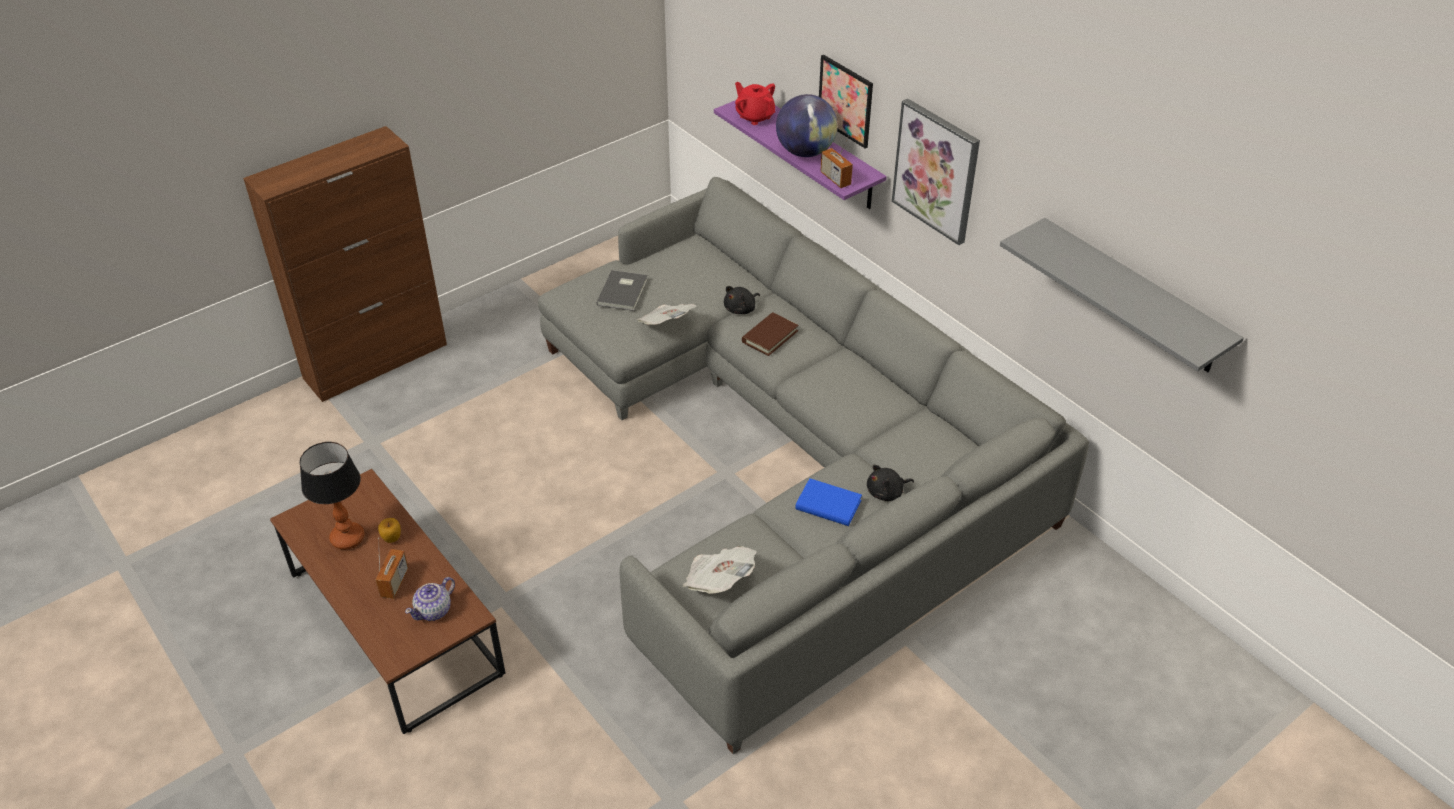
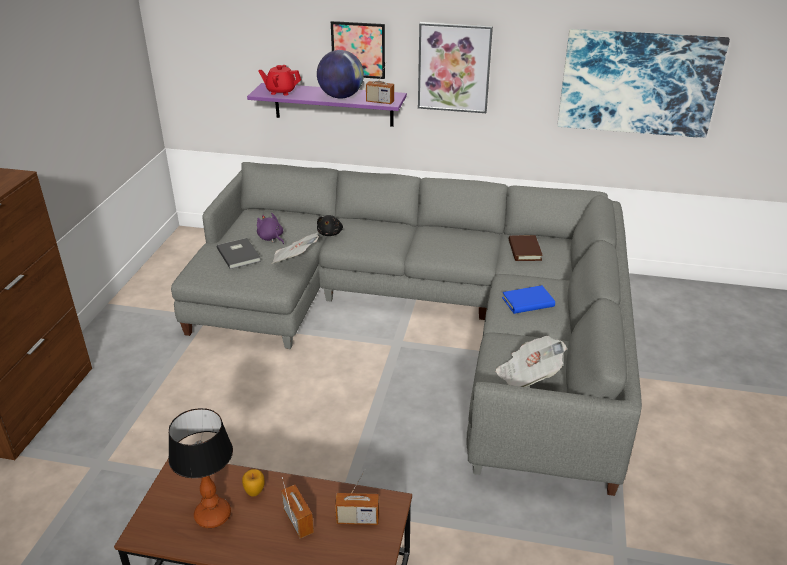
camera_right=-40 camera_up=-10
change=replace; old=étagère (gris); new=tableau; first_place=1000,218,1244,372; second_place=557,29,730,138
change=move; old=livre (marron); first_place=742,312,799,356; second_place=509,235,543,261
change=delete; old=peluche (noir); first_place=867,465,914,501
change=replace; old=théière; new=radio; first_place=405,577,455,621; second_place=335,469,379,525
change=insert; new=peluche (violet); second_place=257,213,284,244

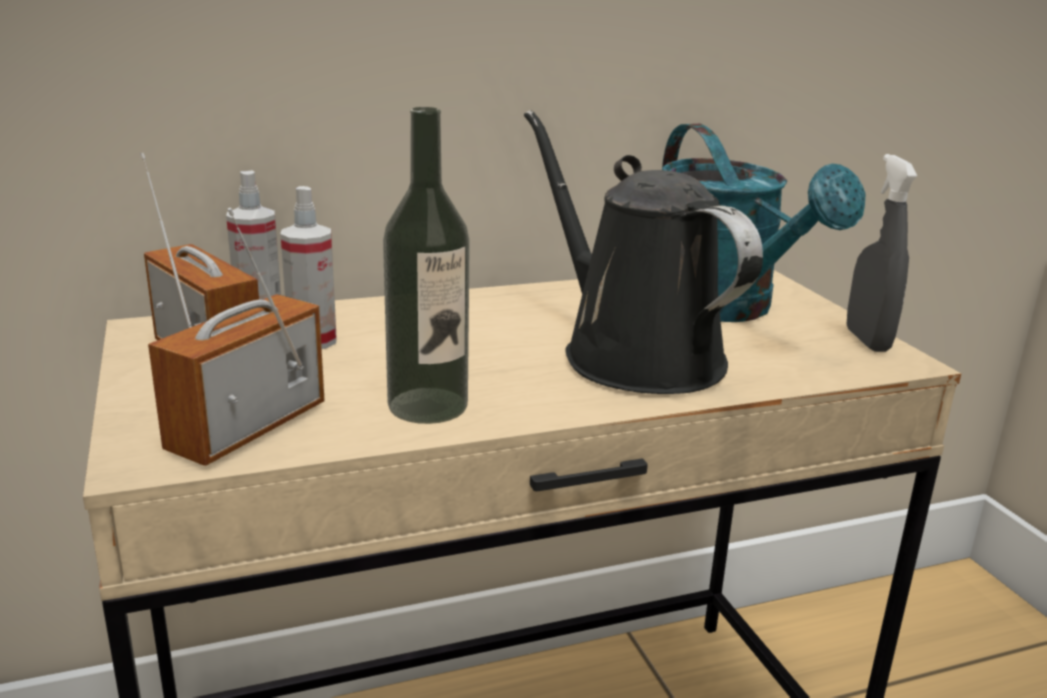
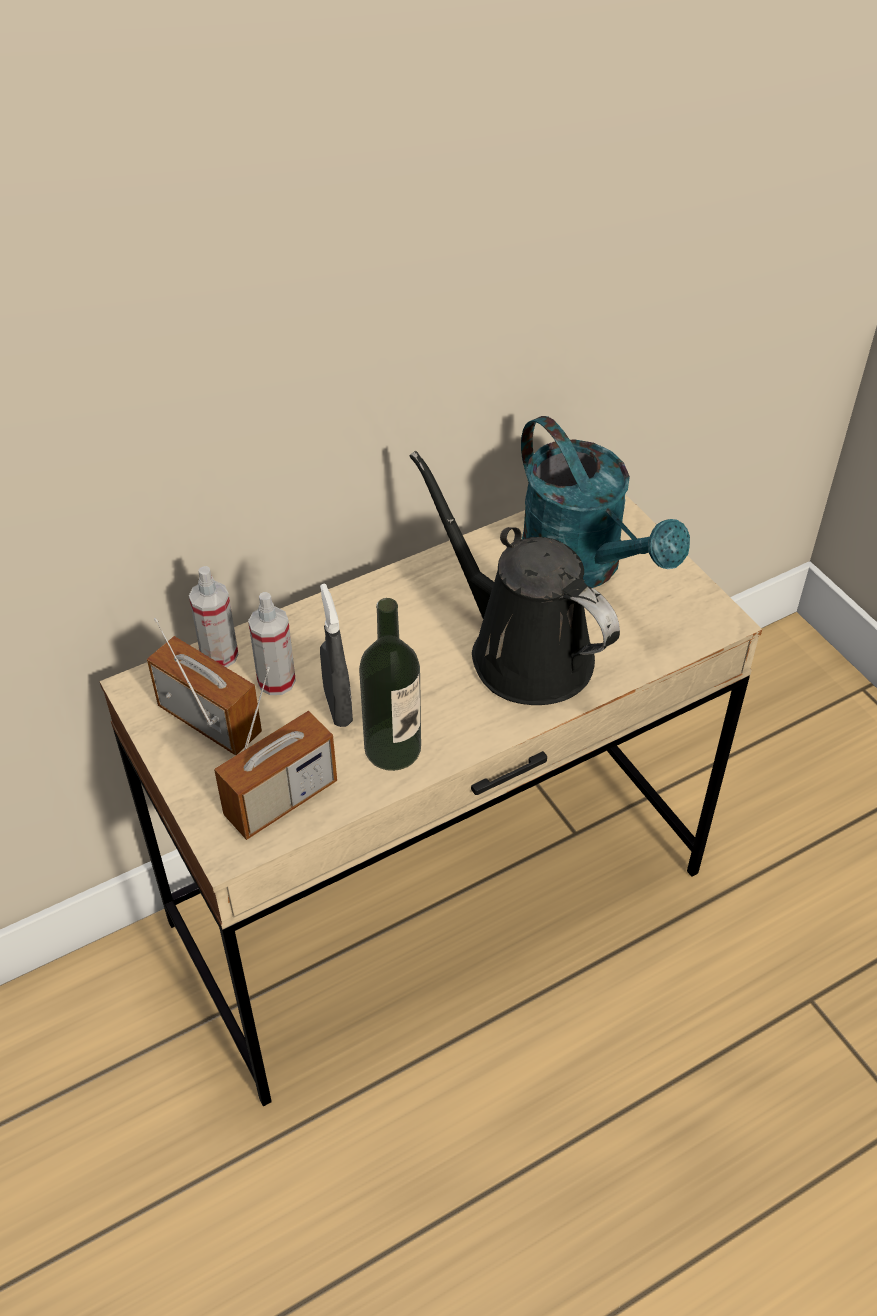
camera_right=-10 camera_up=25
change=move; old=vaporisateur (gris); first_place=847,154,917,352; second_place=320,584,353,727
change=rotate; old=radio; first_place=148,208,324,466; second_place=214,667,337,840; degrees=-150

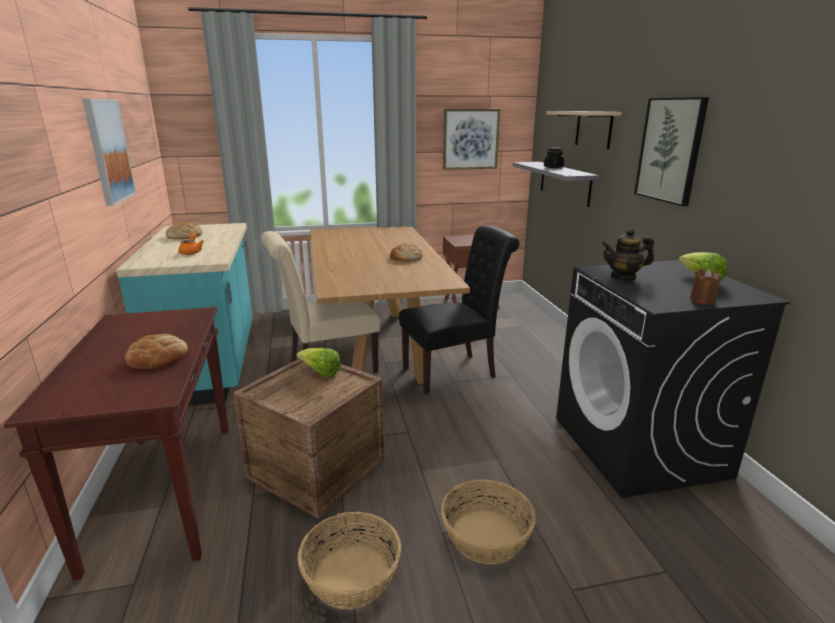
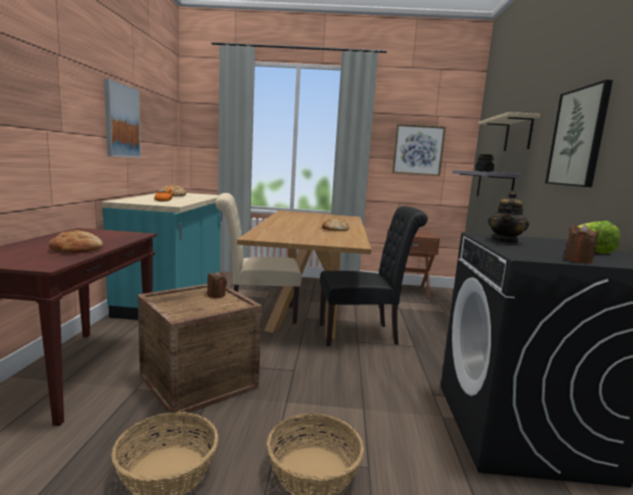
camera_right=15 camera_up=-10
change=rotate; old=théière; first_place=602,228,654,281; second_place=488,191,529,244; degrees=-75
change=replace; old=laitue; new=bougie (marron); first_place=297,348,341,378; second_place=207,271,227,298

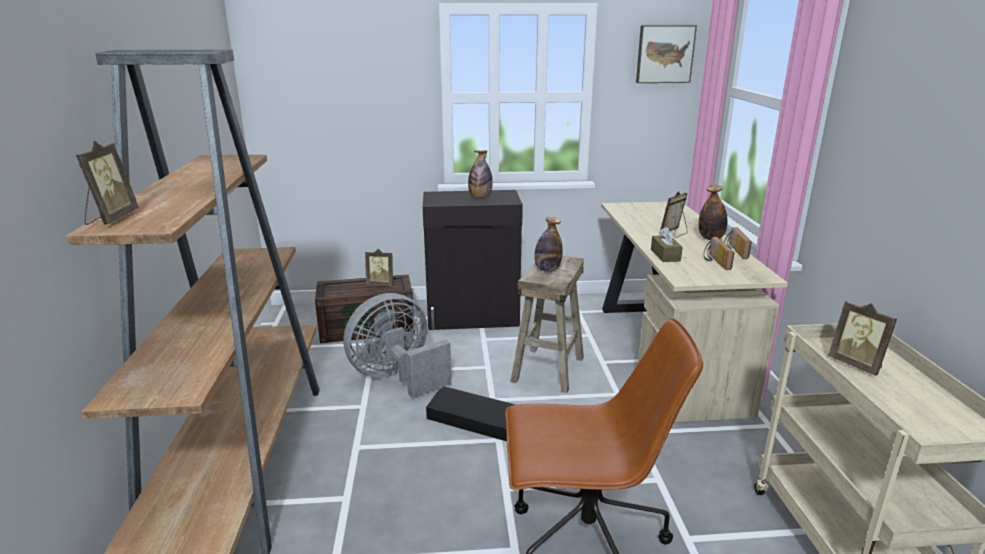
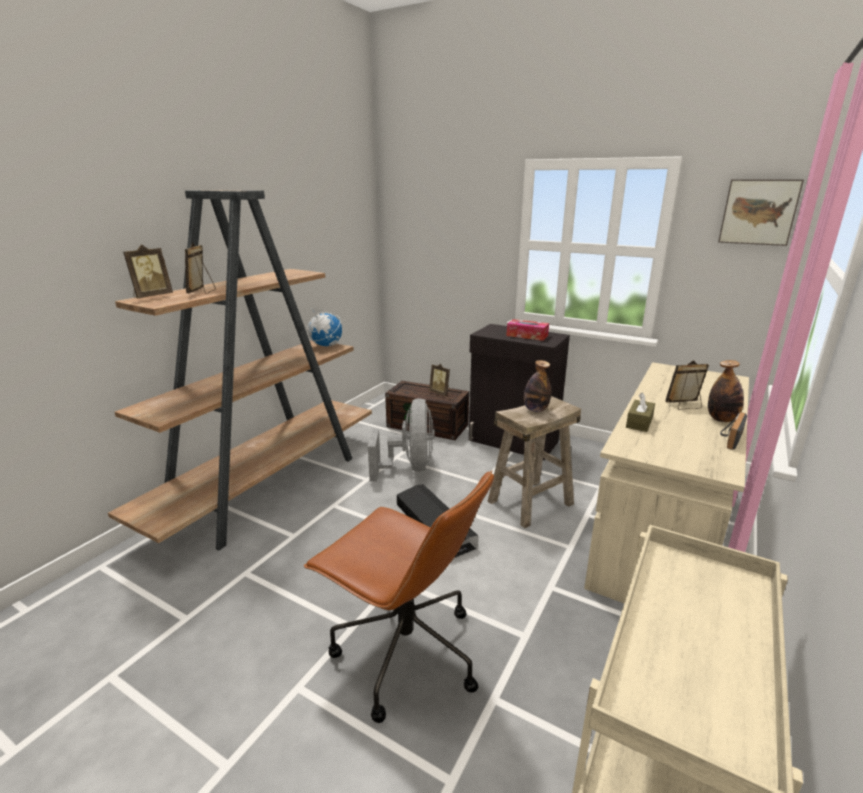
camera_right=35 camera_up=0
change=replace; old=bouteille; new=boîte à mouchoirs; first_place=468,150,493,198; second_place=506,319,549,341
change=delete; old=radio; first_place=704,237,735,270
change=rotate; old=ventilateur (gris); first_place=343,293,452,398; second_place=368,398,434,481; degrees=90
change=move; old=cadre photo; first_place=828,301,897,376; second_place=185,242,216,294
change=insert; new=globe; second_place=307,305,342,346

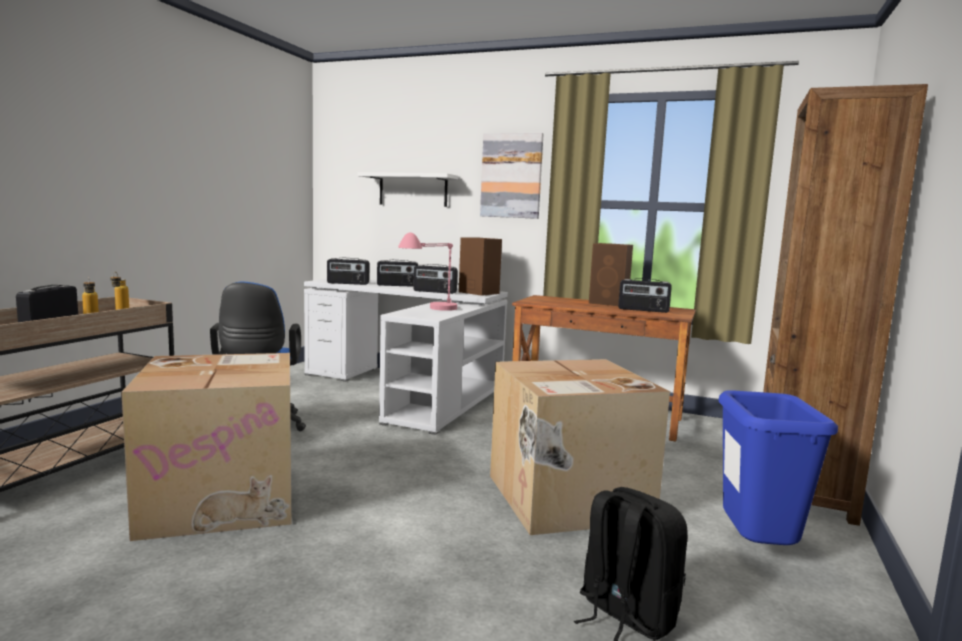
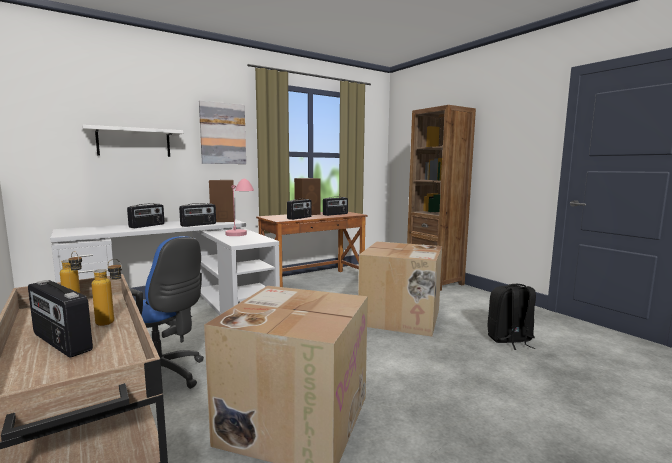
camera_right=-55 camera_up=0
change=move; old=radio; first_place=327,258,369,285; second_place=287,199,312,220
change=delete; old=poubelle (bleu); first_place=718,390,838,545

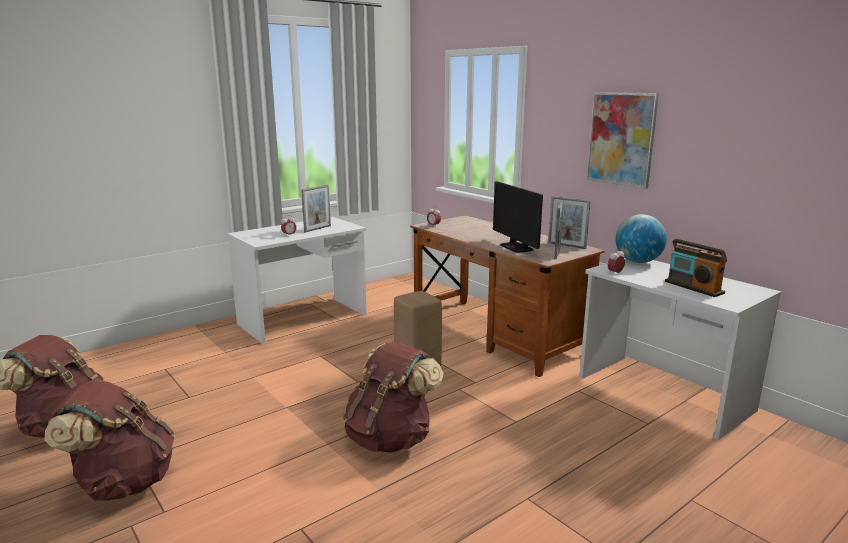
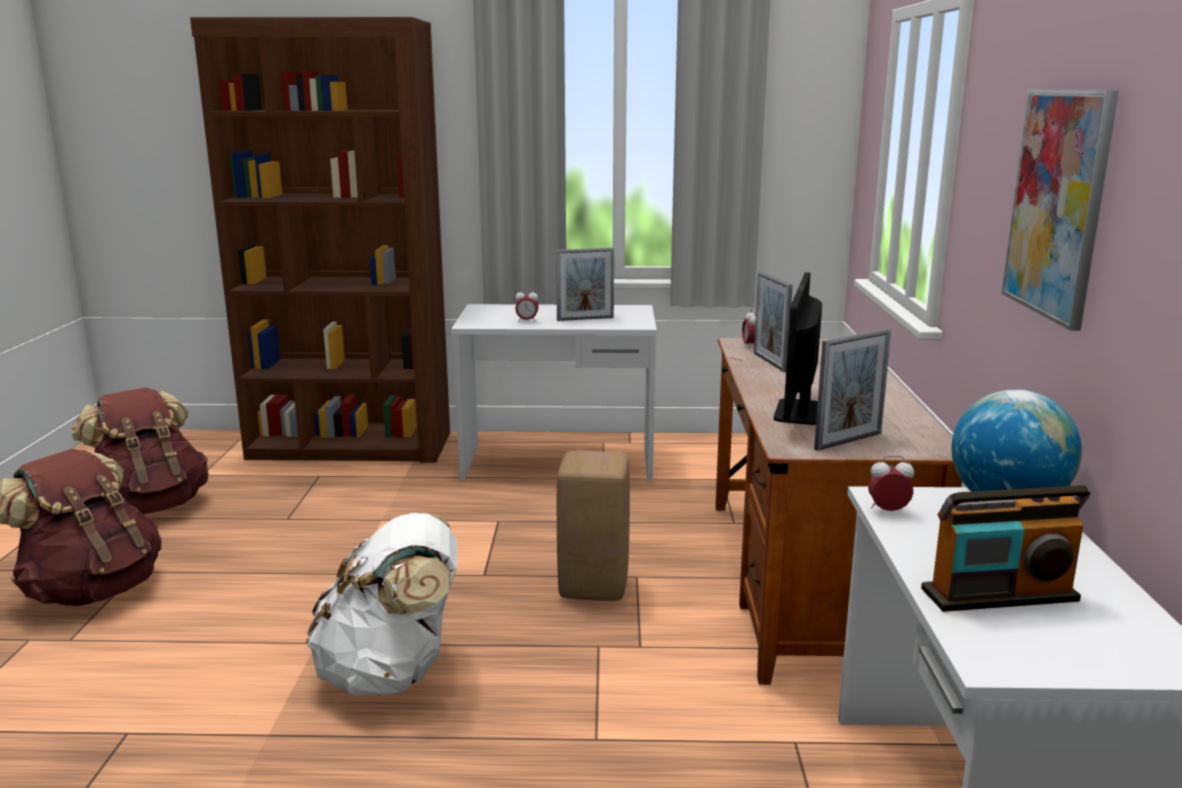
camera_right=40 camera_up=0
change=move; old=cadre photo; first_place=548,196,591,249; second_place=754,271,793,372
change=rotate; old=radio; first_place=665,239,727,297; second_place=921,485,1091,612; degrees=-105
change=recolor; old=sac à dos (marron); new=sac à dos (blanc); first_place=343,341,443,452; second_place=306,513,458,695
change=insert; new=bibliothèque (marron); second_place=190,17,450,463

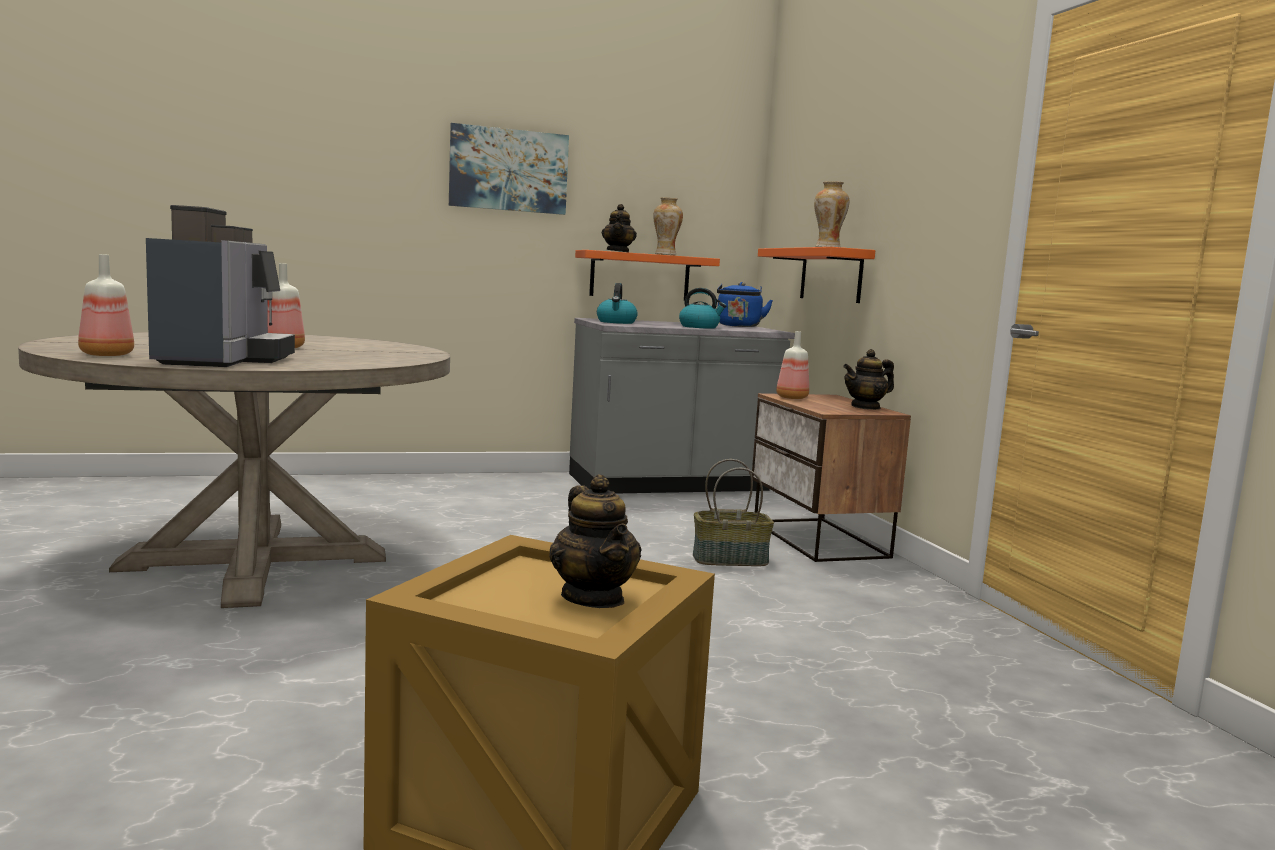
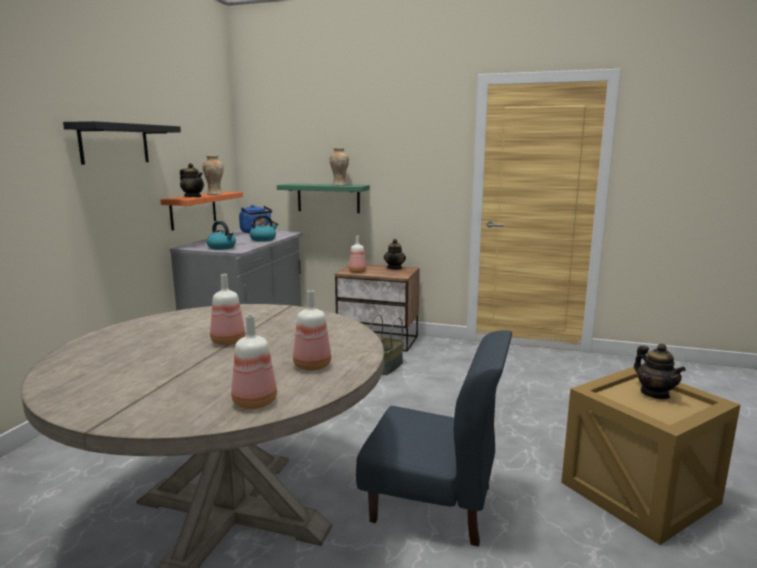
camera_right=-55 camera_up=5
change=replace; old=tableau; new=étagère (noir); first_place=449,123,569,215; second_place=63,121,181,165
change=replace; old=machine à café; new=bouteille; first_place=146,205,295,367; second_place=293,290,331,371
change=recolor; old=étagère (orange); new=étagère (vert); first_place=758,247,875,303; second_place=277,183,370,213
change=rotate; old=théière; first_place=549,474,641,608; second_place=634,343,686,399; degrees=60
change=insert; new=chaise (bleu); second_place=356,330,512,547

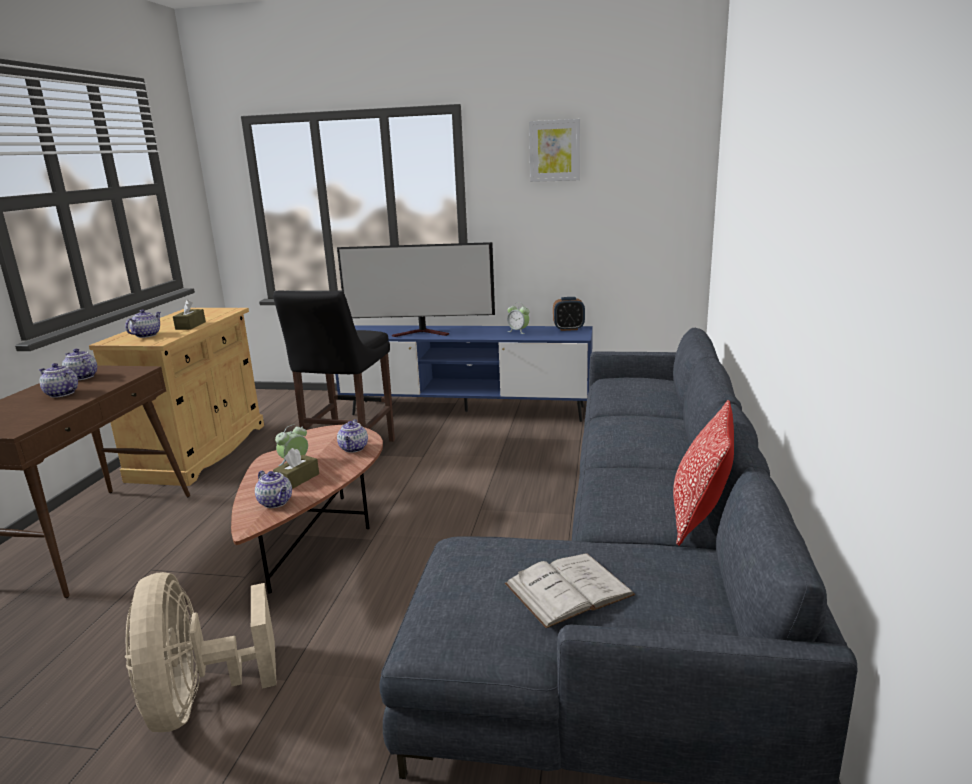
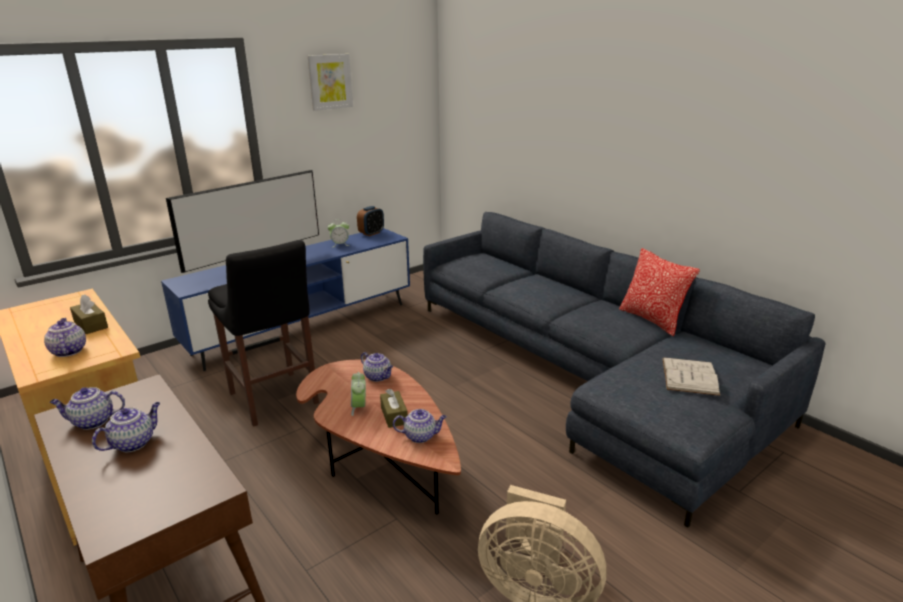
camera_right=-50 camera_up=5
change=rotate; old=théière; first_place=39,363,78,398; second_place=92,402,160,452; degrees=150

